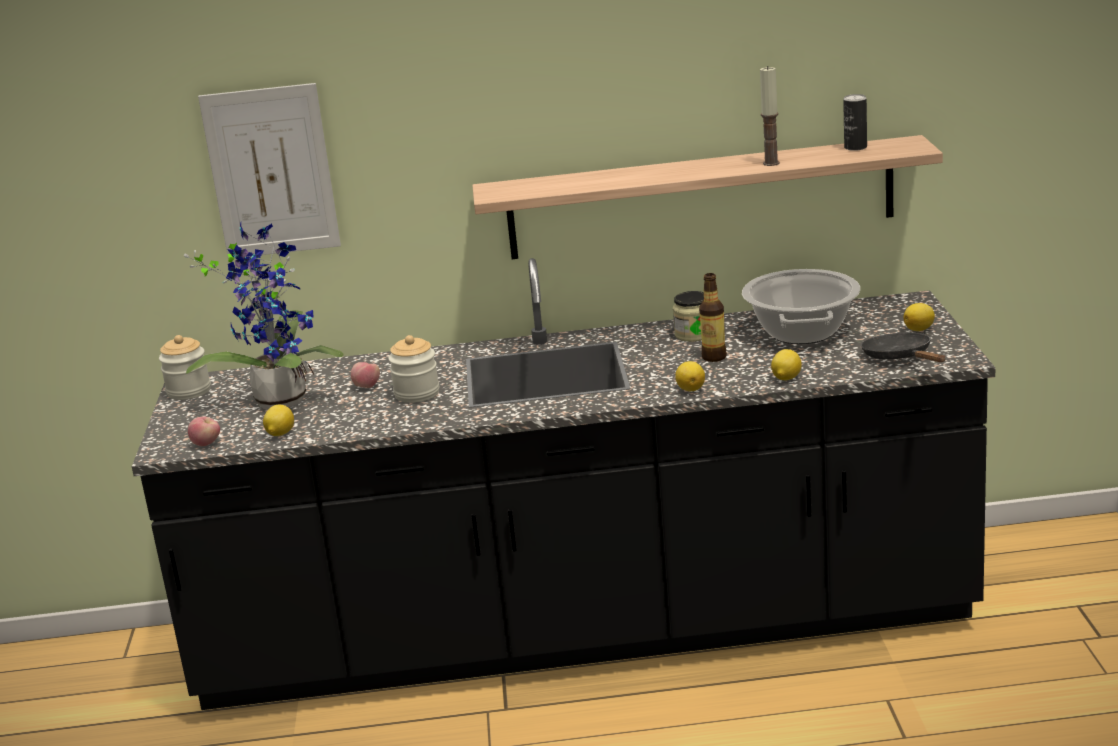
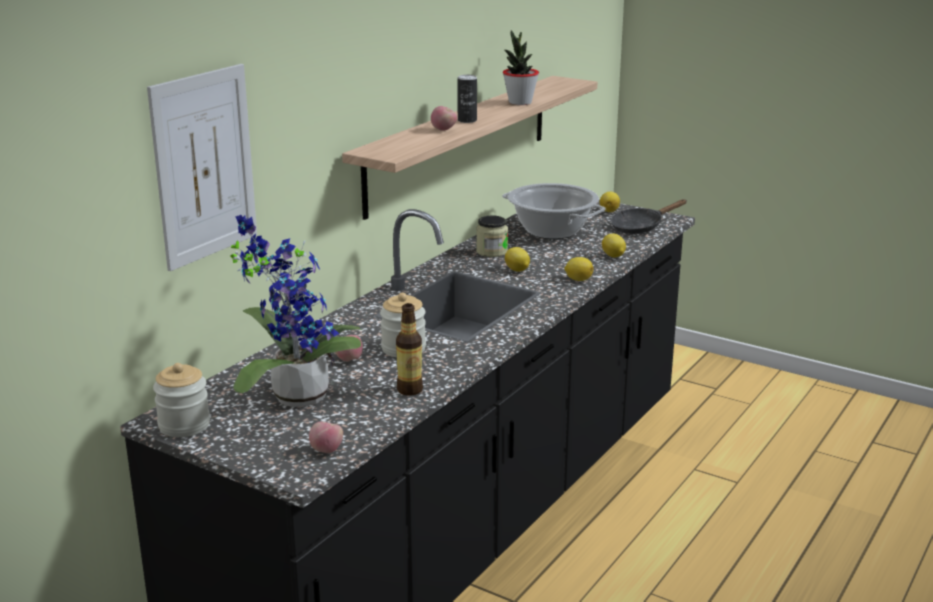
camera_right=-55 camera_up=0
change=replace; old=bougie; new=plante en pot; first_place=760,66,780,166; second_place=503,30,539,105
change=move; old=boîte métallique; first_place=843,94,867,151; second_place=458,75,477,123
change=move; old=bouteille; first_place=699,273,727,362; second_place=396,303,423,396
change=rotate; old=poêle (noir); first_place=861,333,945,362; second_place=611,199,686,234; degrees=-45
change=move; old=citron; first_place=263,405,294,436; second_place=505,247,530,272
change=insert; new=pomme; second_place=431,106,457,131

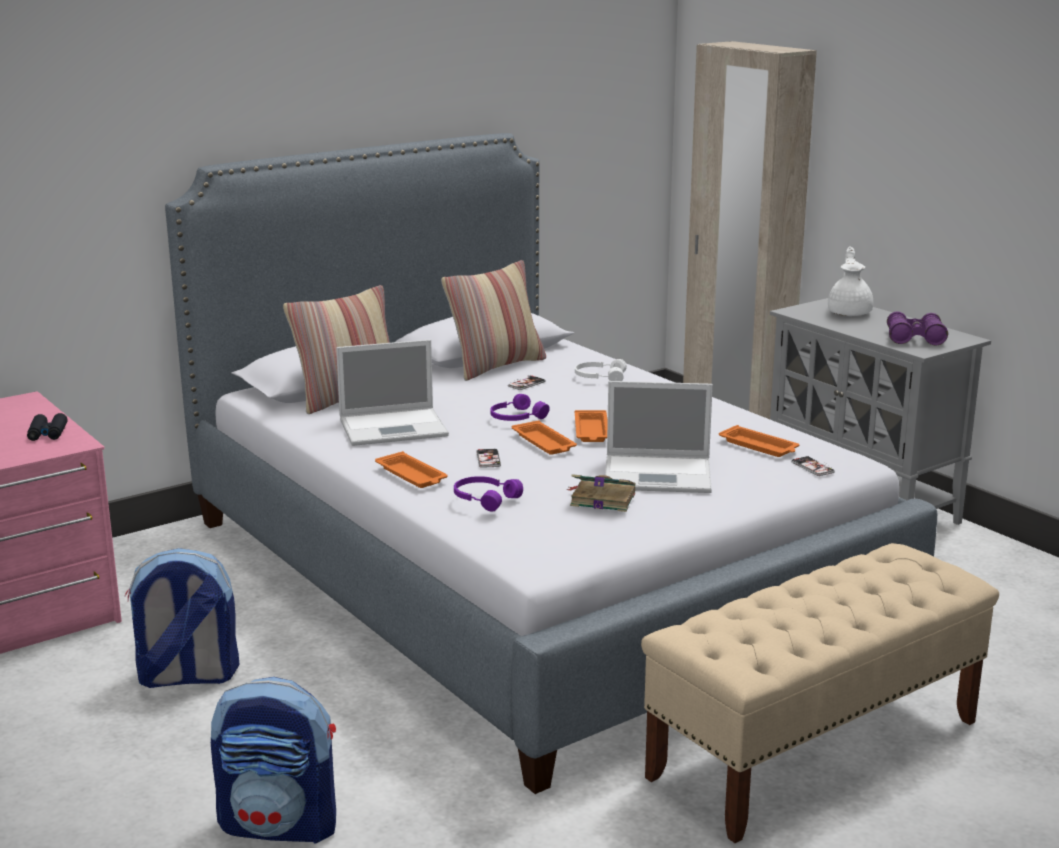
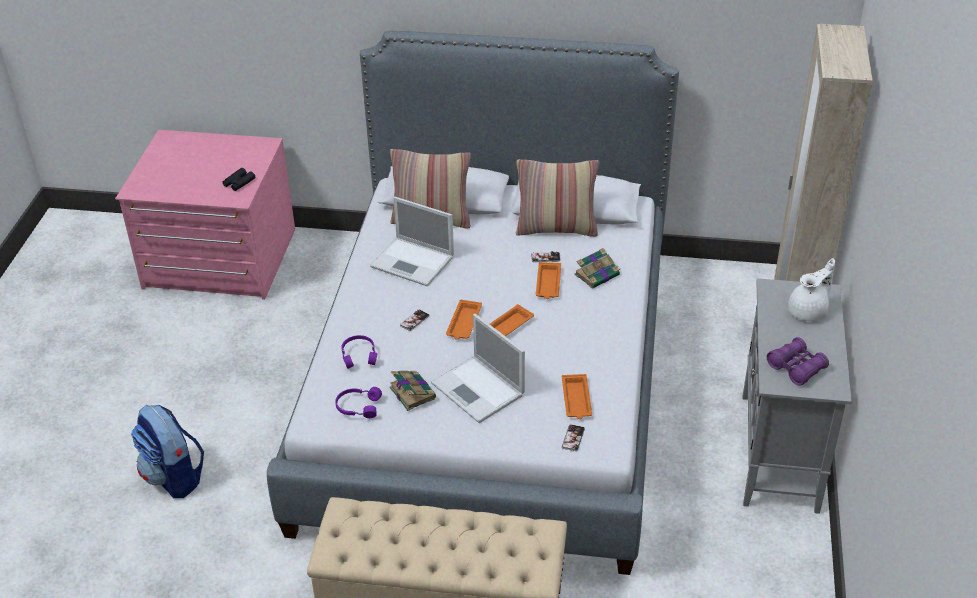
camera_right=45 camera_up=20
change=replace; old=casque audio (blanc); new=livre; first_place=575,359,627,381; second_place=574,248,620,289
change=move; old=casque audio (violet); first_place=490,394,550,421; second_place=335,387,382,418
change=move; old=plateau (orange); first_place=375,451,448,488; second_place=536,262,561,299
change=delete; old=sac à dos; first_place=124,548,239,688

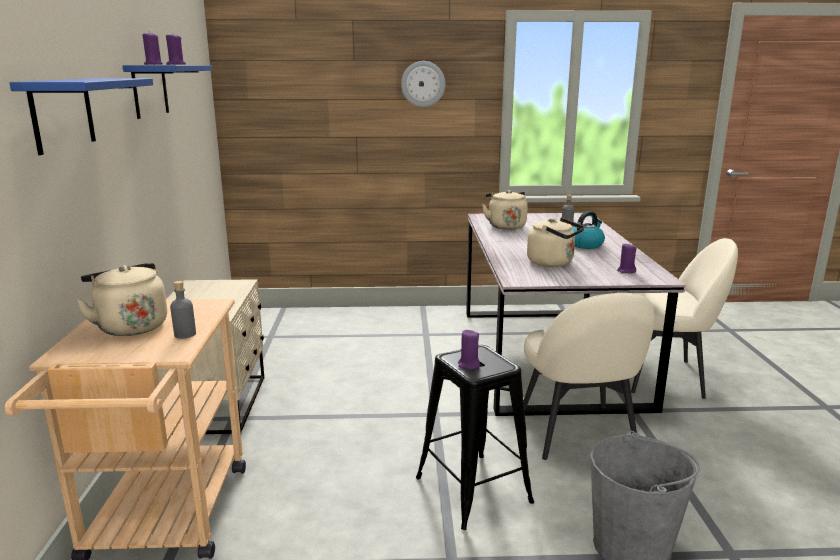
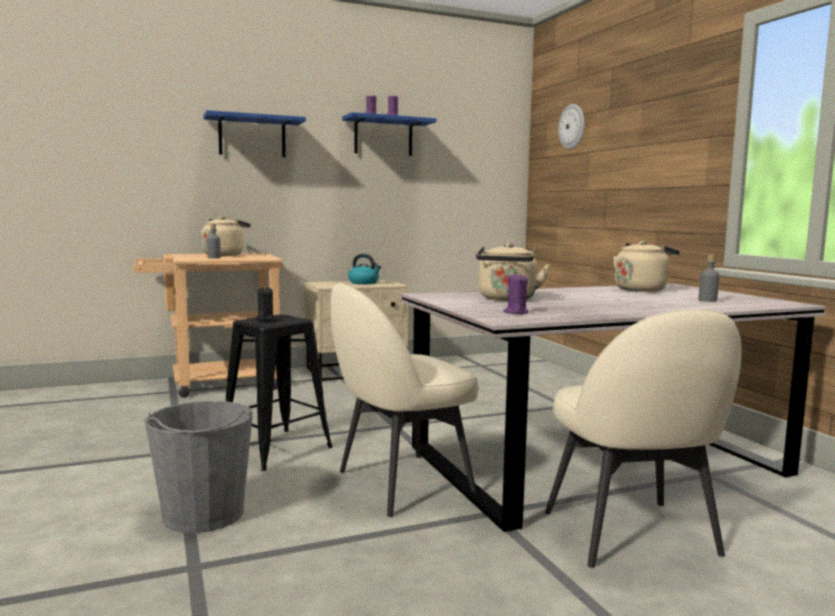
camera_right=70 camera_up=-10
change=move; old=horloge murale; first_place=401,61,445,107; second_place=558,104,584,149
change=move; old=bouilloire; first_place=572,211,605,249; second_place=348,254,381,284
change=recolor; old=bougie (violet); new=bougie (noir); first_place=458,330,480,369; second_place=256,286,275,320

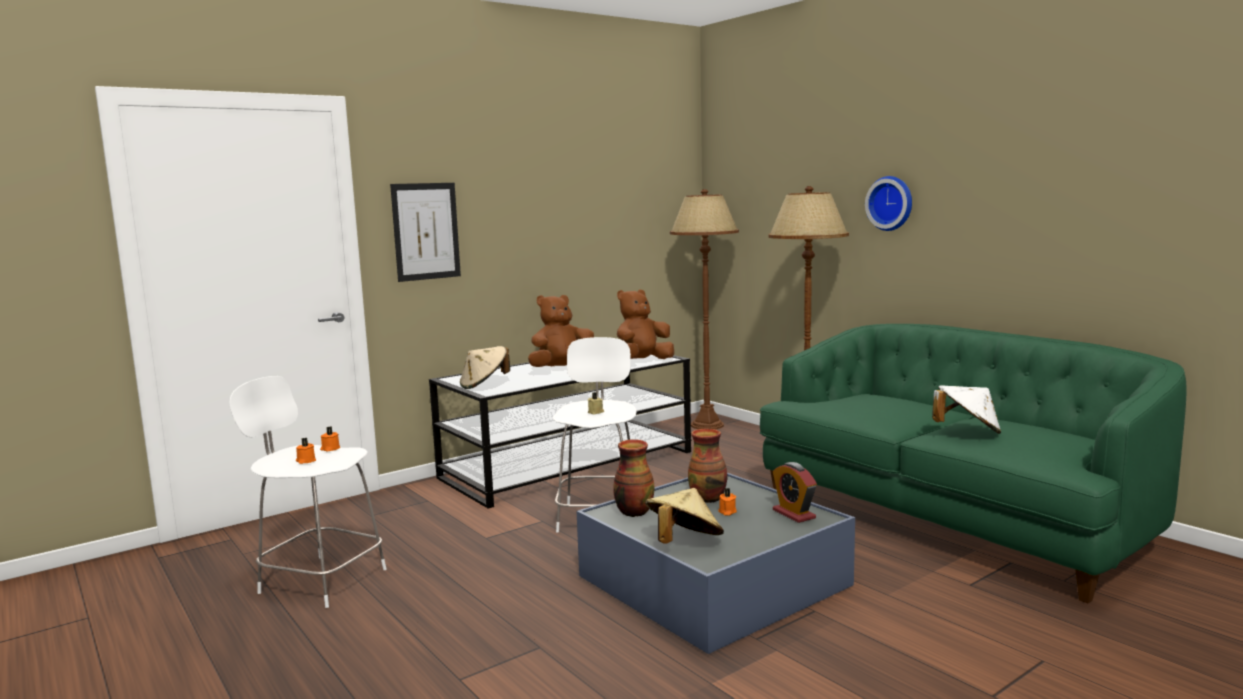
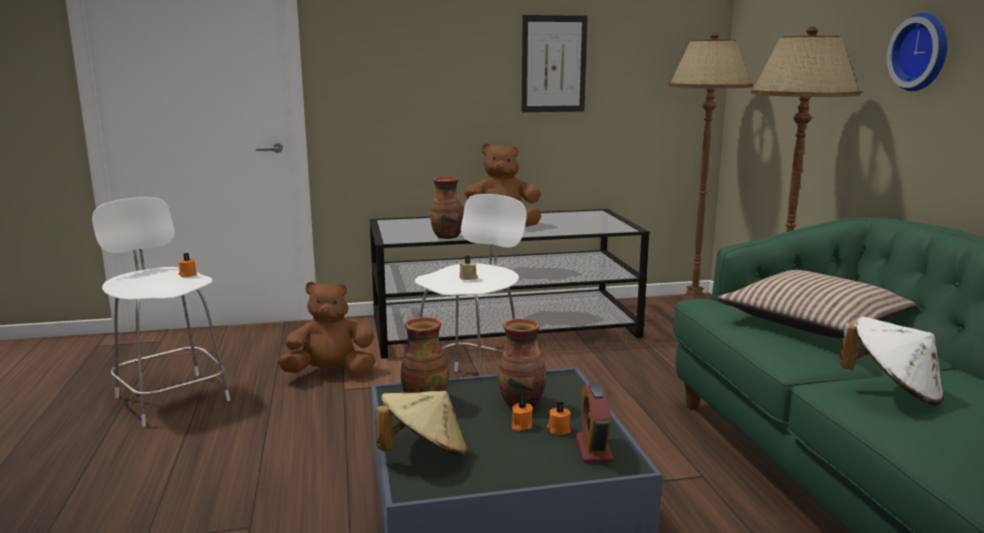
camera_right=25 camera_up=5
change=move; old=tableau; first_place=390,183,461,282; second_place=522,15,588,112
change=move; old=peluche (marron); first_place=617,290,674,359; second_place=277,281,376,375
change=delete; old=chapeau (beige); first_place=460,346,510,389
change=move; old=bougie (orange); first_place=296,438,316,464; second_place=547,401,571,435
change=insert; new=vase; second_place=430,177,464,239
change=insert; new=coussin; second_place=718,270,916,339

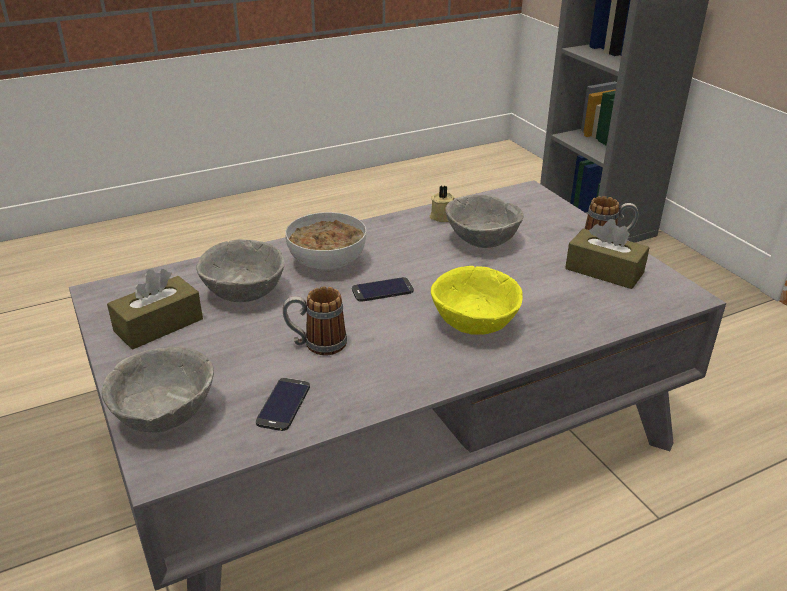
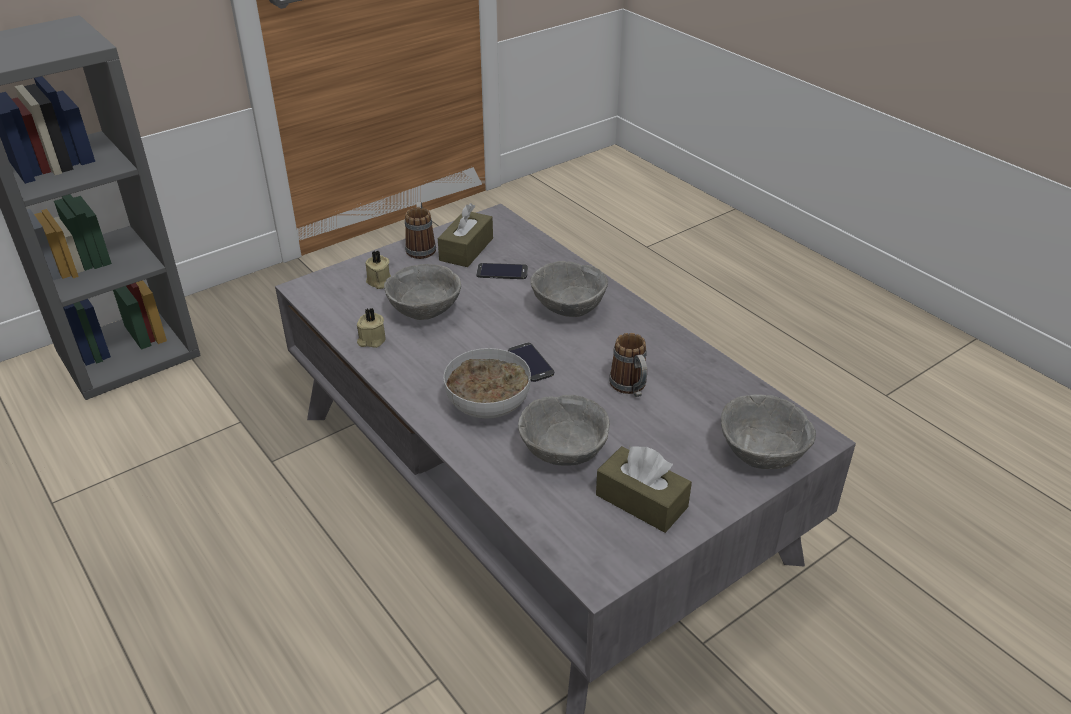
camera_right=-100 camera_up=5
change=recolor; old=bol (jaune); new=bol (gris); first_place=431,266,523,335; second_place=530,261,608,317
change=move; old=téléphone; first_place=256,378,310,431; second_place=476,263,528,279
change=insert; new=bougie (beige); second_place=365,251,391,289

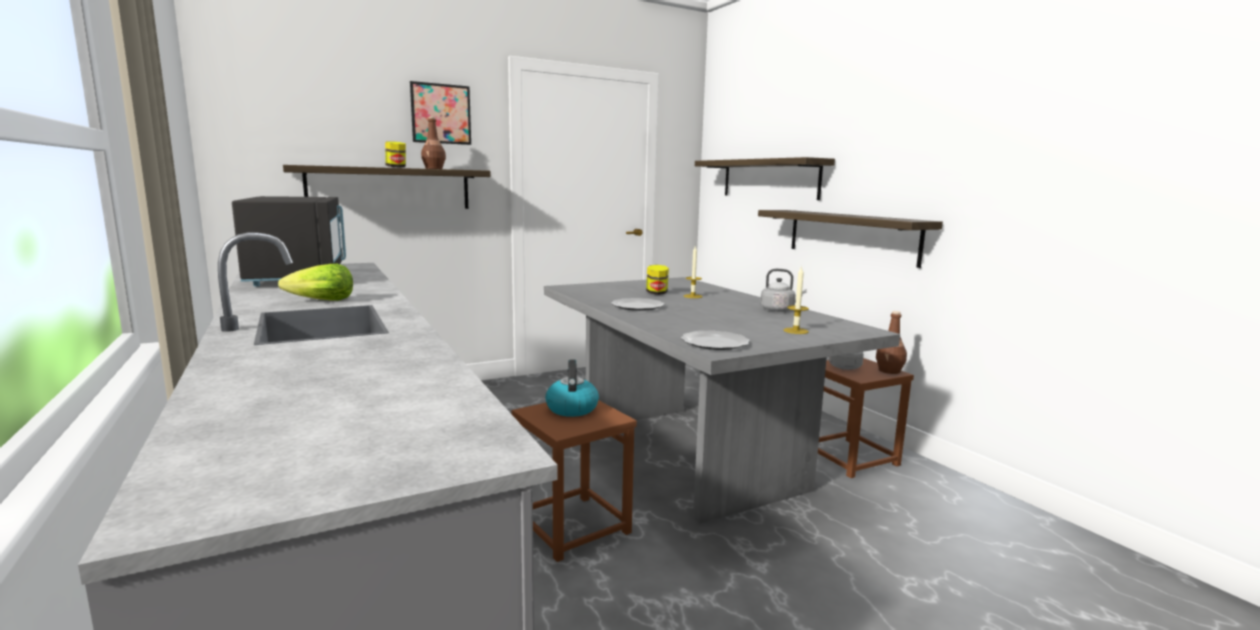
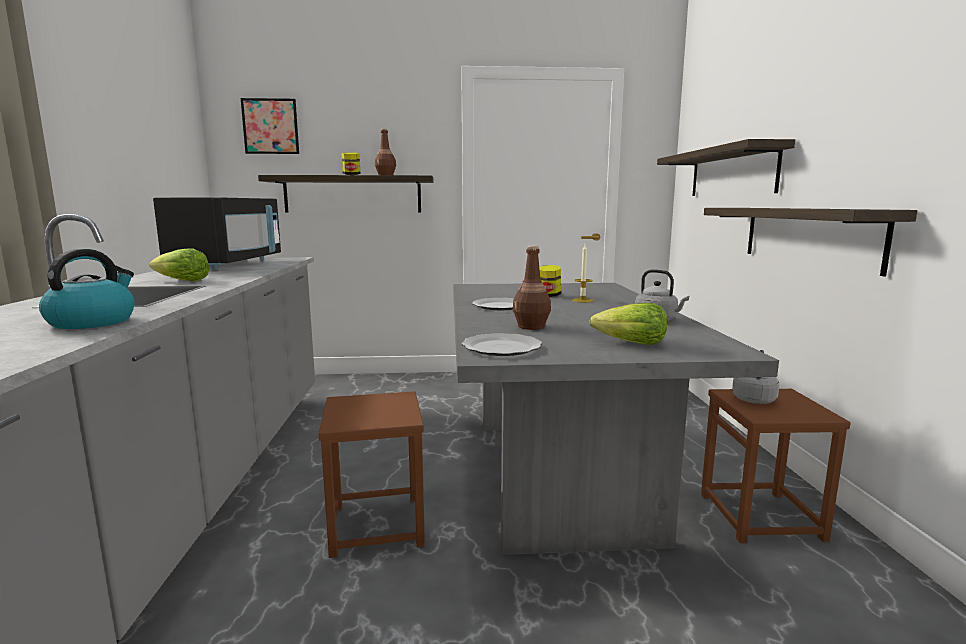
camera_right=25 camera_up=0
change=move; old=tableau; first_place=410,81,471,145; second_place=241,98,299,154
change=replace; old=bougie; new=laitue; first_place=784,266,809,334; second_place=590,303,667,345
change=move; old=bouteille (marron); first_place=876,311,907,374; second_place=513,245,551,330
change=move; old=bouilloire; first_place=545,359,599,417; second_place=39,249,134,329

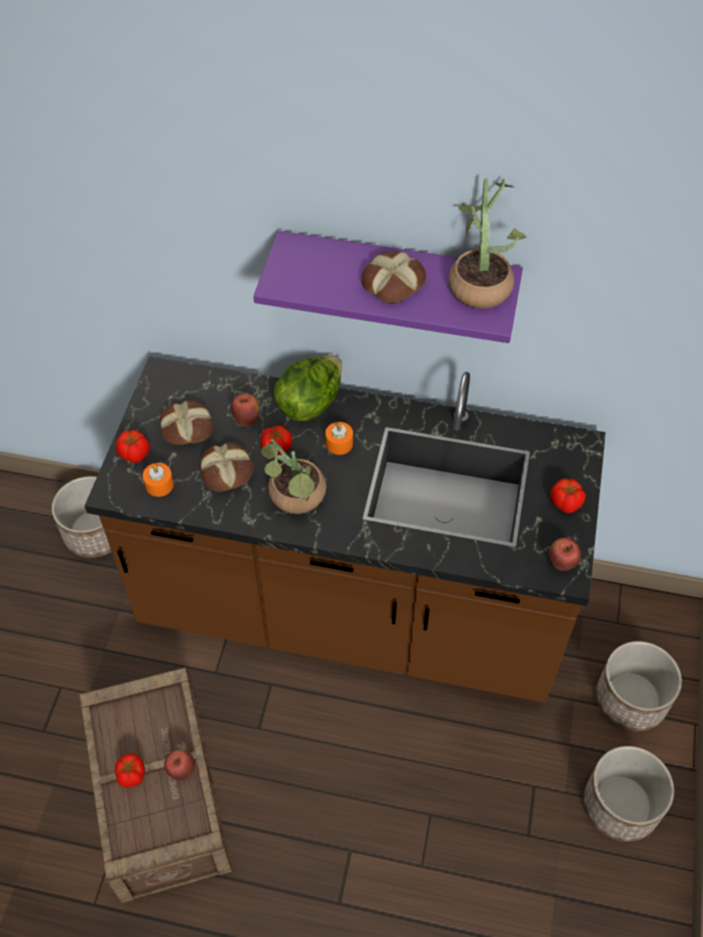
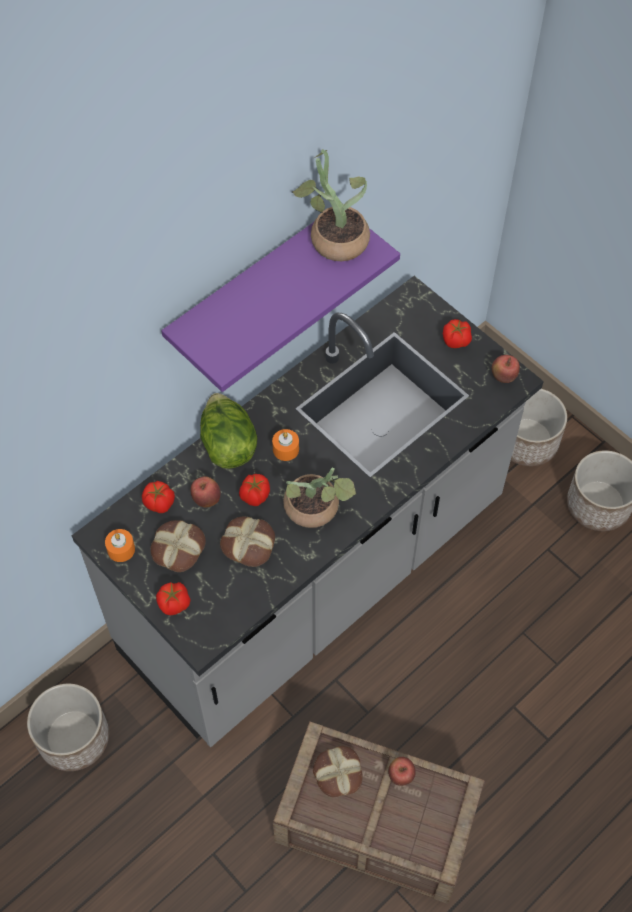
camera_right=-55 camera_up=5
change=move; old=pain; first_place=362,251,426,303; second_place=313,746,363,798
change=recolor; old=comptoir de cuisine (marron); new=comptoir de cuisine (gris); first_place=85,356,606,703; second_place=72,276,544,747
change=move; old=bougie (orange); first_place=143,463,174,497; second_place=105,529,135,562
change=move; old=tomate; first_place=115,754,145,787; second_place=142,481,175,513

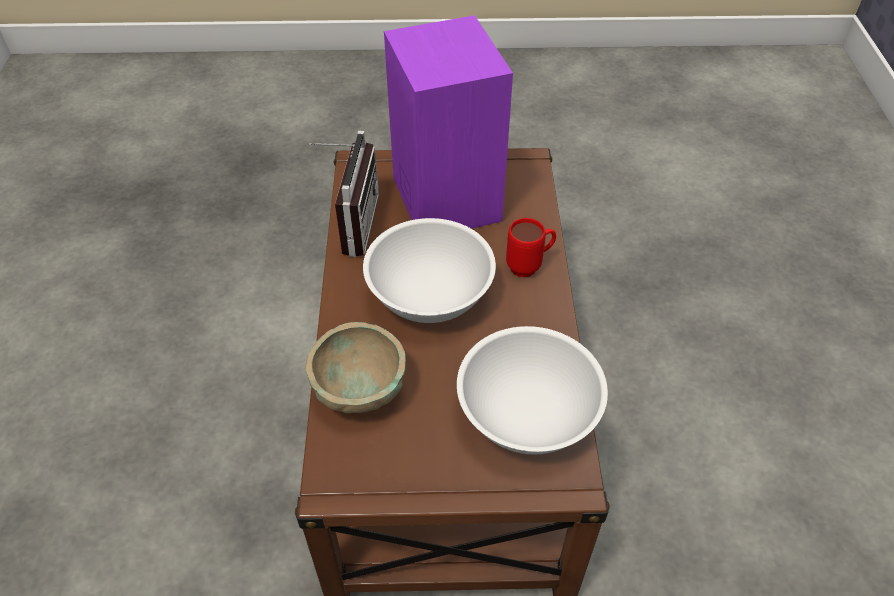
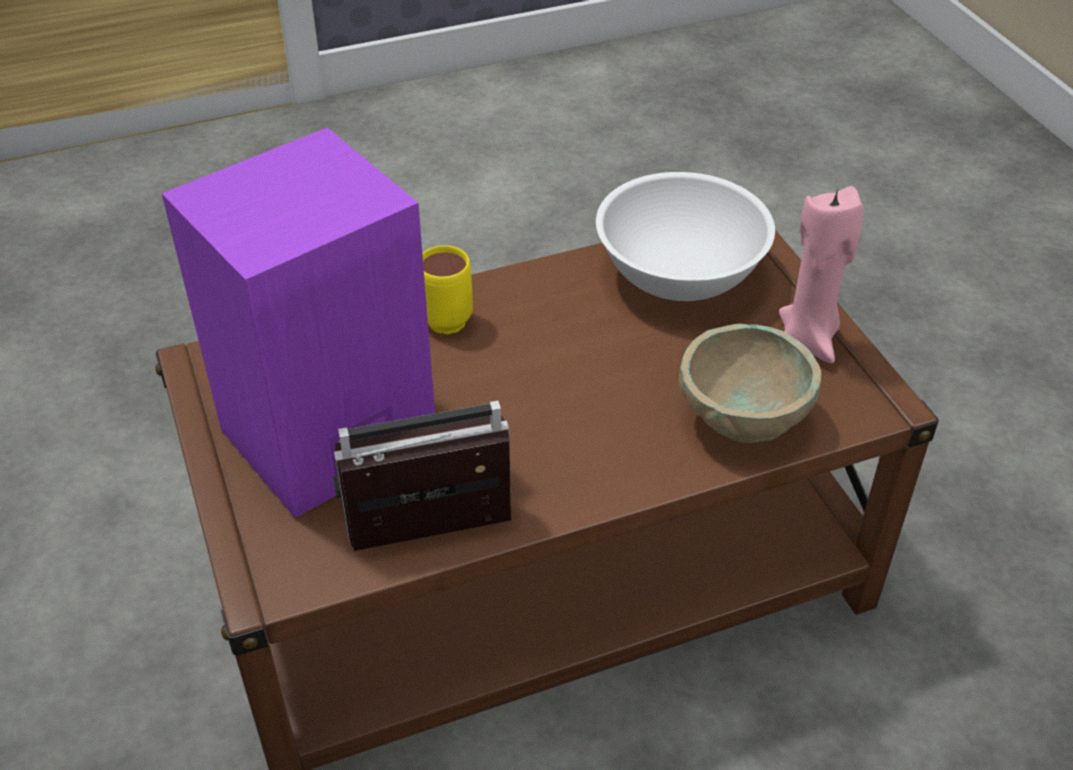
camera_right=-110 camera_up=-5
change=delete; old=bol (blanc); first_place=363,218,496,323
change=recolor; old=mug (rouge); new=mug (jaune); first_place=506,218,556,277; second_place=422,245,473,334
change=insert; new=bougie (rose); second_place=779,186,864,363

